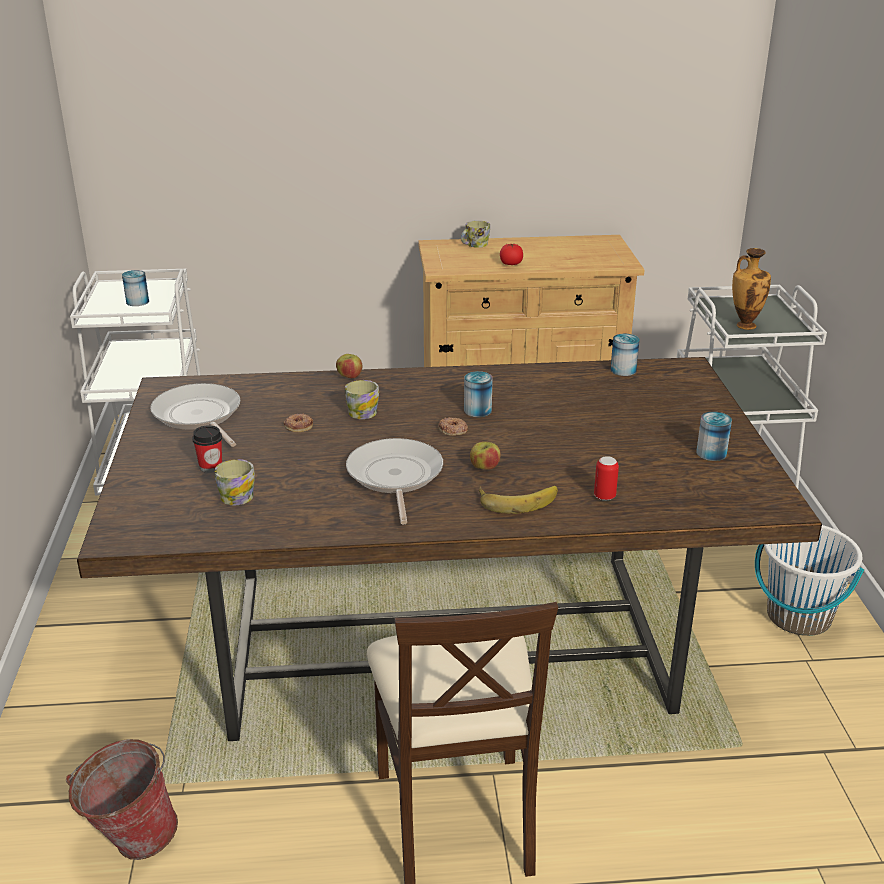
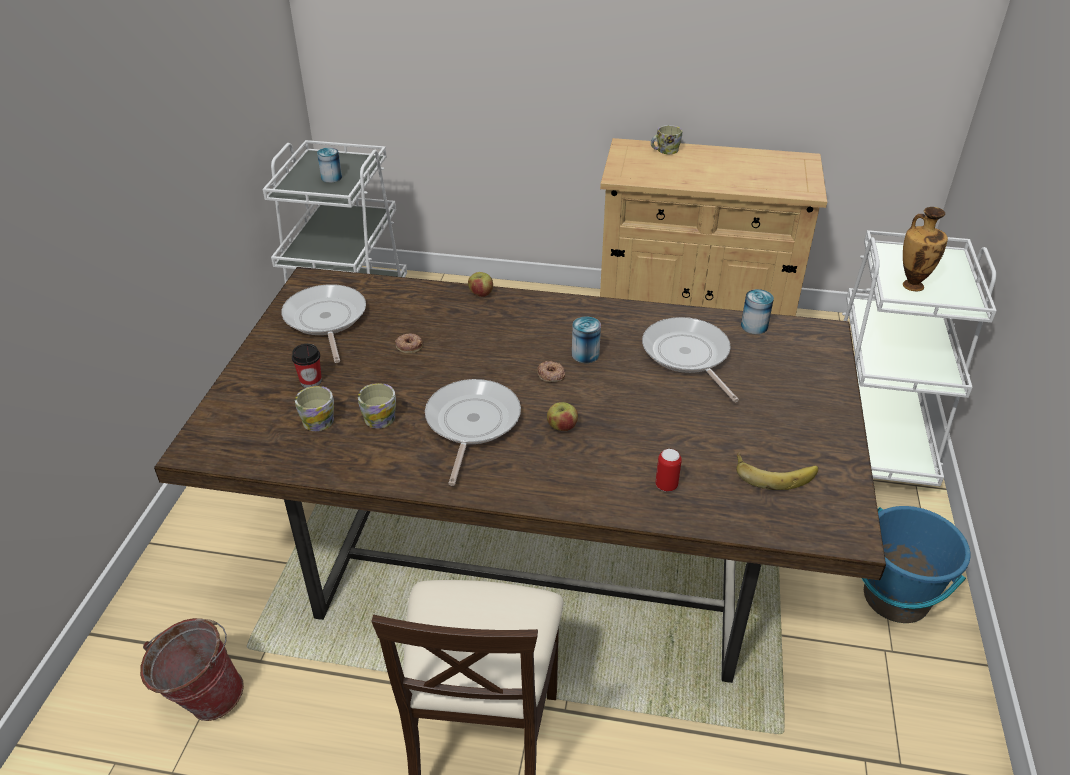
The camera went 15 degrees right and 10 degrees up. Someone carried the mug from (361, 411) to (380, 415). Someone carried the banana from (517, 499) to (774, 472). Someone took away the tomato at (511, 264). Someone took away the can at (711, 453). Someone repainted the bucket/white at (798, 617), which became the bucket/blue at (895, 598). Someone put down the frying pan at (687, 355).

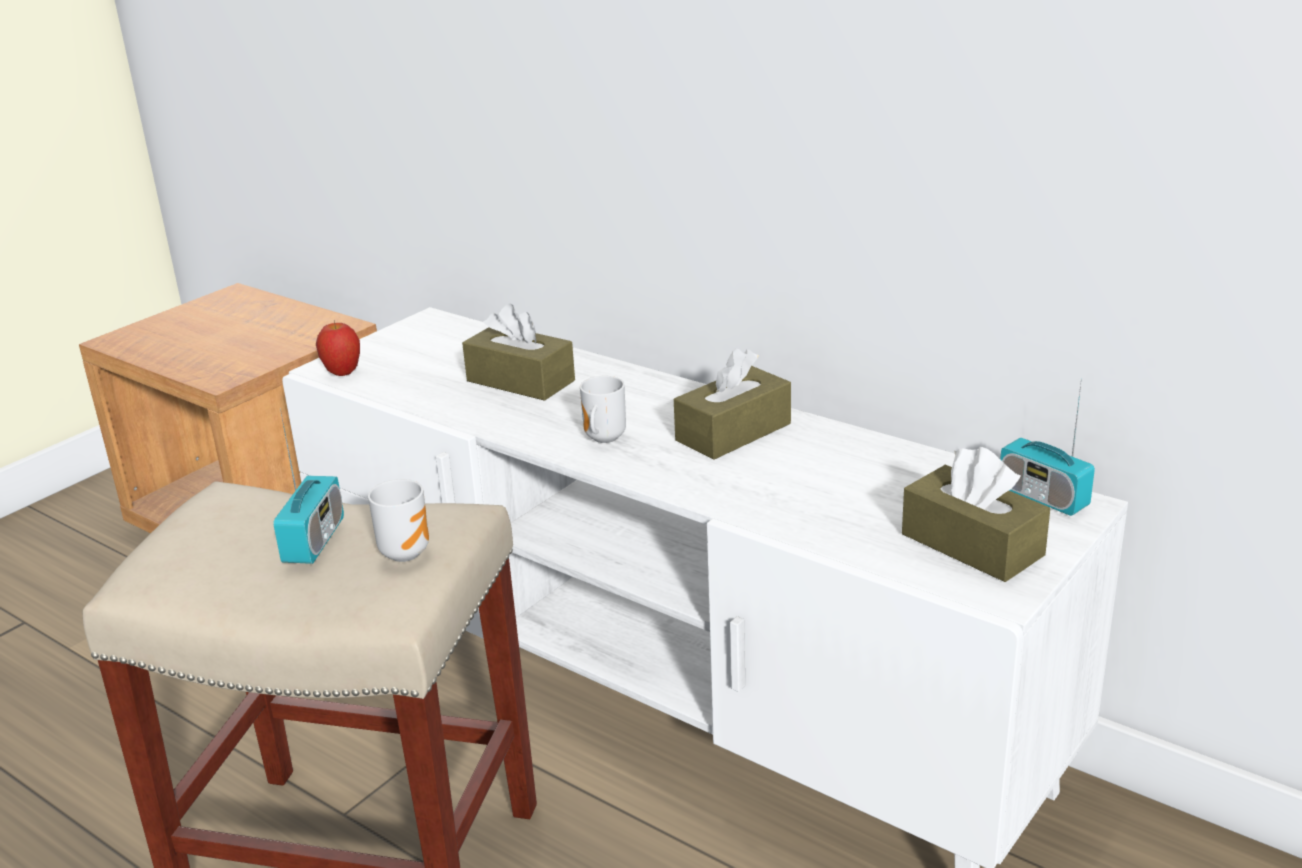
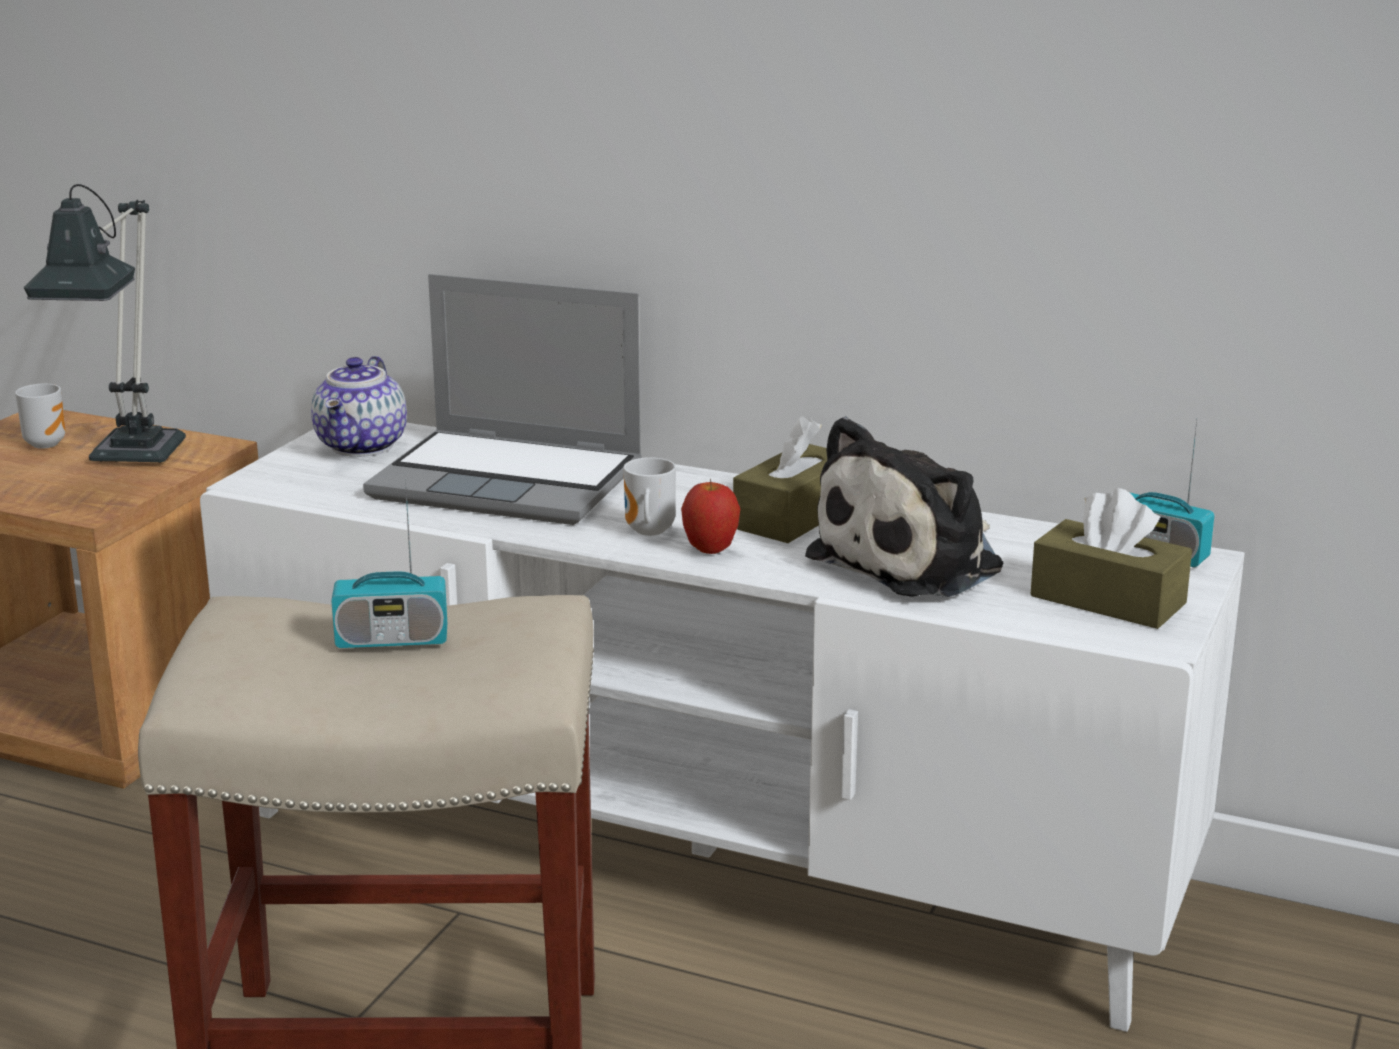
The camera went 15 degrees left and 5 degrees down. Someone rotated the radio at (314, 541) by 90 degrees clockwise. Someone carried the apple from (342, 373) to (710, 551). Someone carried the mug from (405, 551) to (45, 443). Someone swapped the tissue box/brown at (520, 381) for the laptop at (511, 481). Someone put down the table lamp at (130, 461). Someone put down the teapot at (363, 446). Someone put down the plush toy at (915, 561).

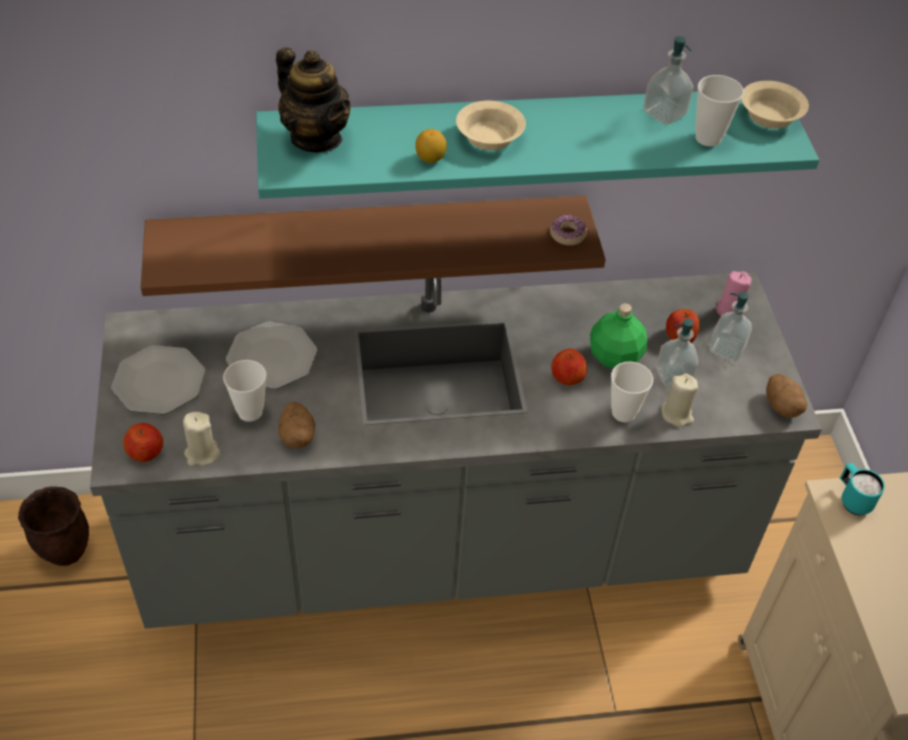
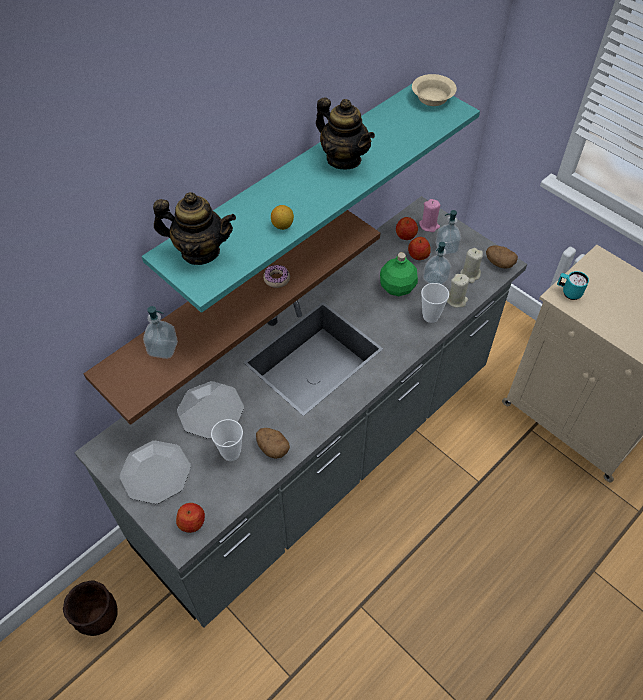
The camera went 35 degrees left and 5 degrees up. Someone carried the candle/beige from (202, 454) to (470, 275). Someone took away the bowl/beige at (488, 138). Someone carried the donut from (567, 234) to (276, 279). Someone carried the apple from (567, 377) to (406, 235). Someone carried the soap dispenser from (664, 113) to (163, 349). Someone took away the cup at (708, 138). Someone put down the teapot at (343, 159).

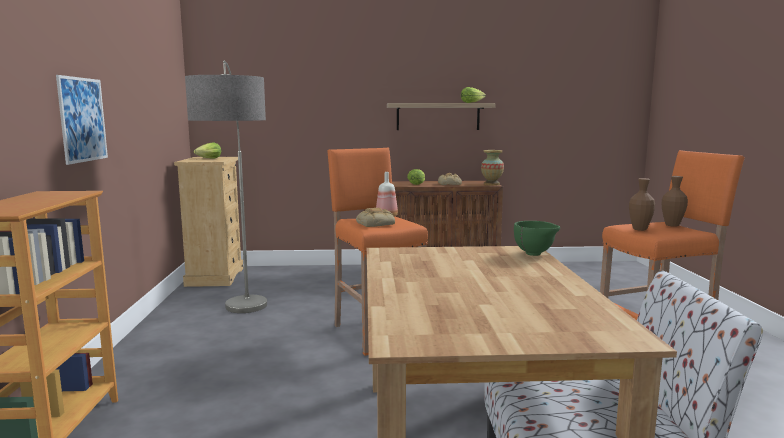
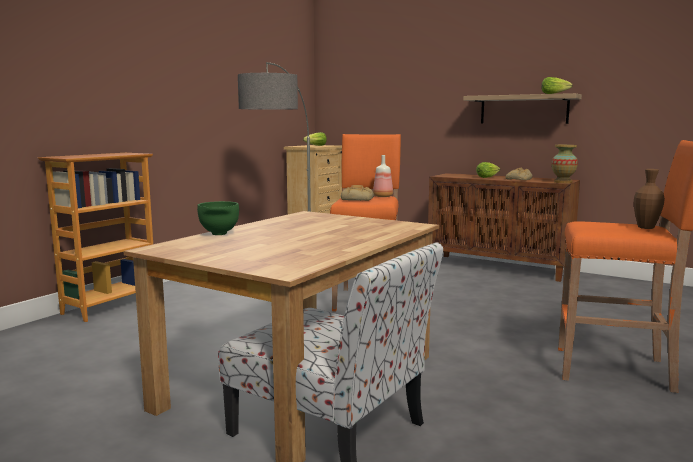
The camera went 35 degrees right and 0 degrees up. Someone took away the picture at (82, 119). Someone carried the bowl/green from (535, 254) to (219, 234). Someone took away the vase/brown at (639, 229).

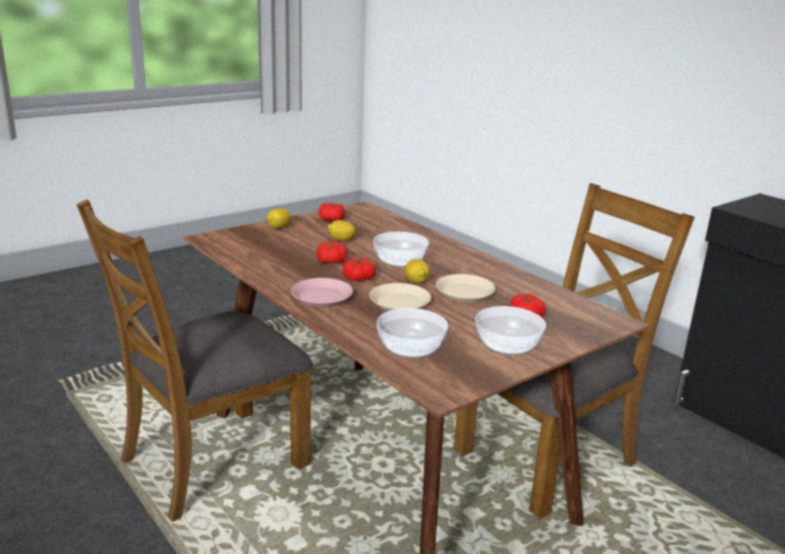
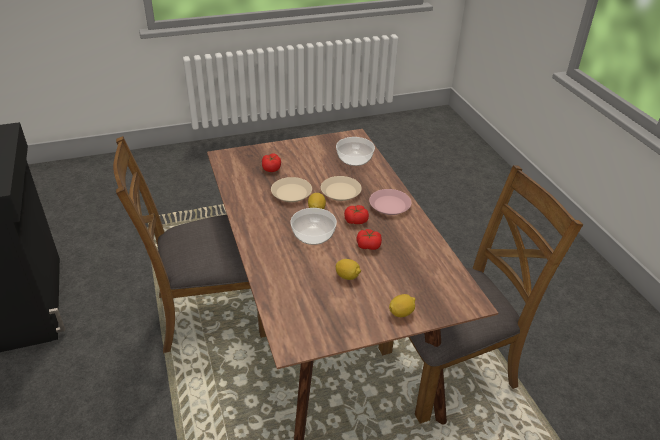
The camera went 160 degrees left and 15 degrees up. Someone took away the tomato at (331, 219). Someone took away the bowl at (507, 346).

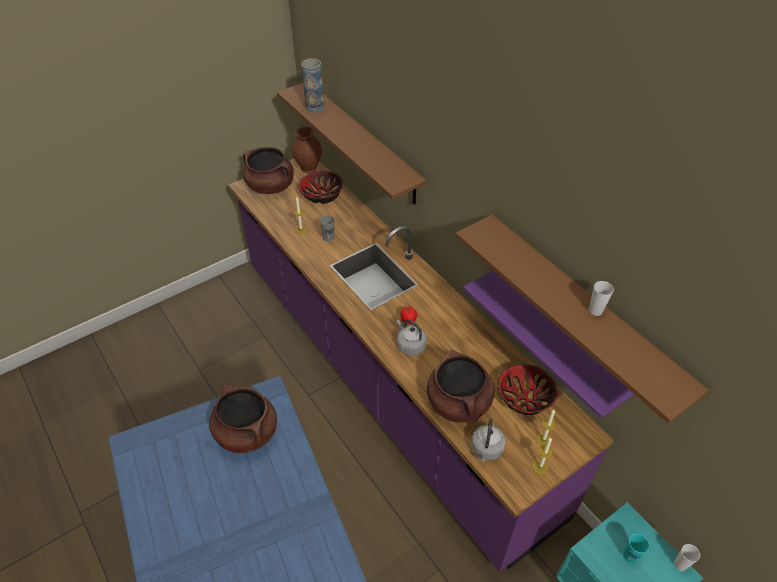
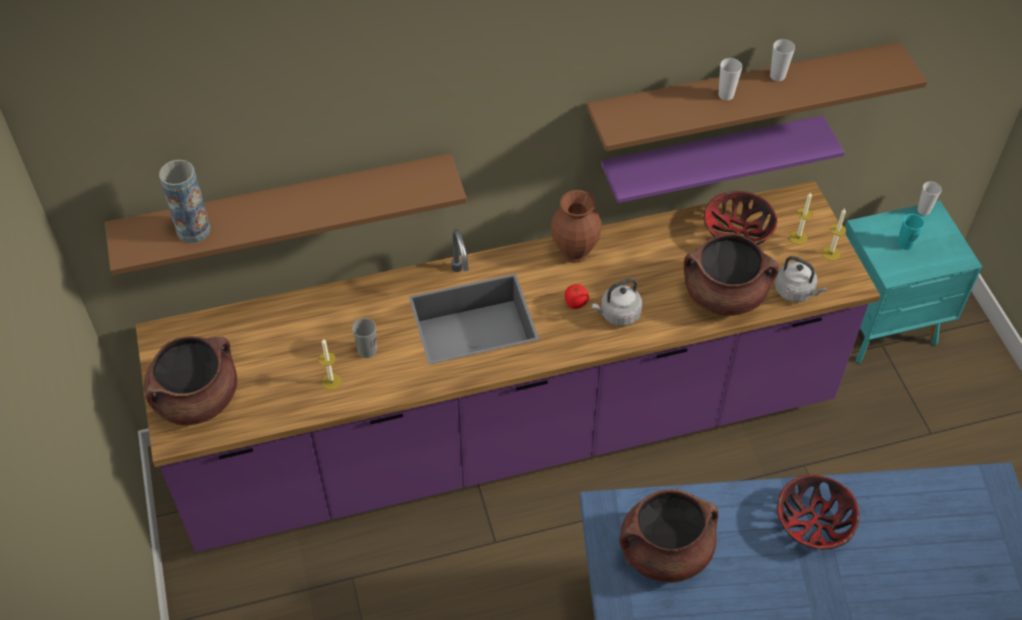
The camera went 70 degrees left and 5 degrees up. Someone carried the vase/brown from (309, 168) to (575, 251). Someone carried the bowl from (321, 195) to (813, 523). Someone put down the cup at (726, 95).

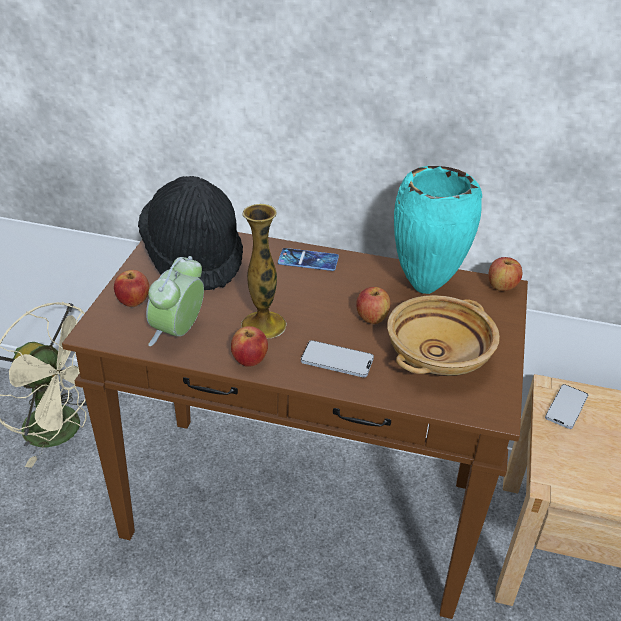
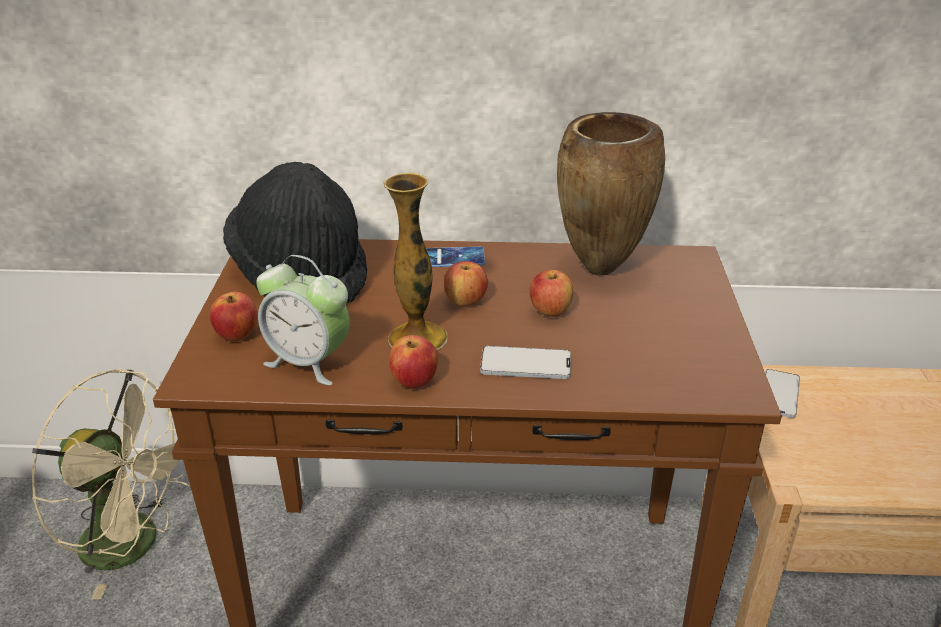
The camera went 10 degrees left and 5 degrees down. Someone rotated the alarm clock at (178, 332) by 75 degrees counterclockwise. Someone took away the bowl/beige at (438, 356). Someone repainted the vase/turquoise at (424, 289), which became the vase/brown at (600, 271). Someone carried the apple from (501, 287) to (465, 301).

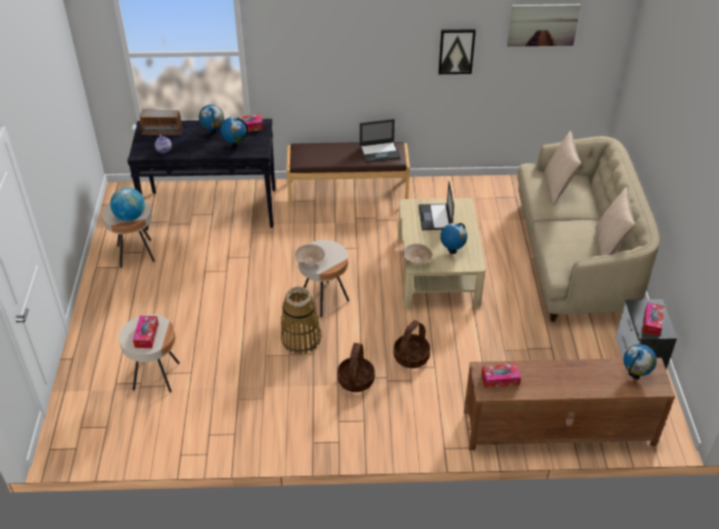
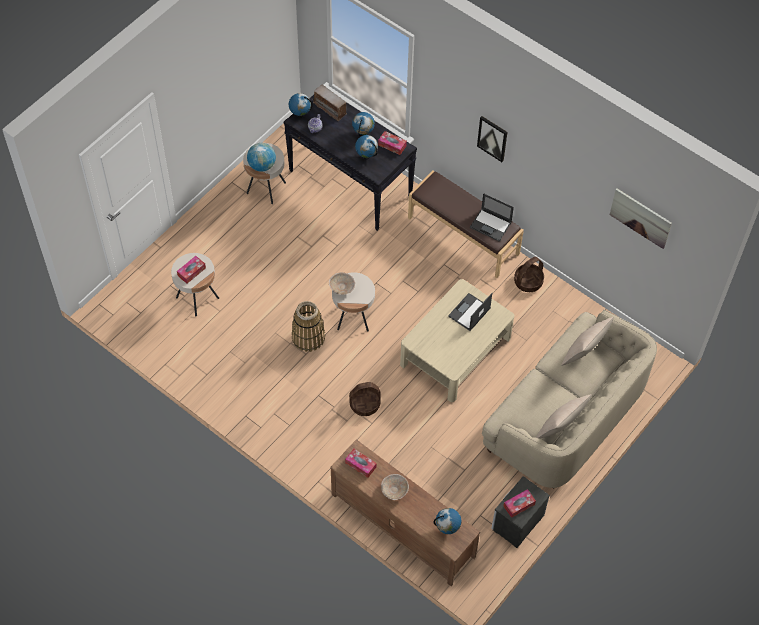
The camera went 40 degrees right and 15 degrees up. Someone carried the basket from (355, 380) to (528, 281). Someone carried the bowl/beige from (417, 259) to (394, 489). Someone carried the picture from (456, 51) to (492, 138). Someone carried the globe from (452, 251) to (300, 114).

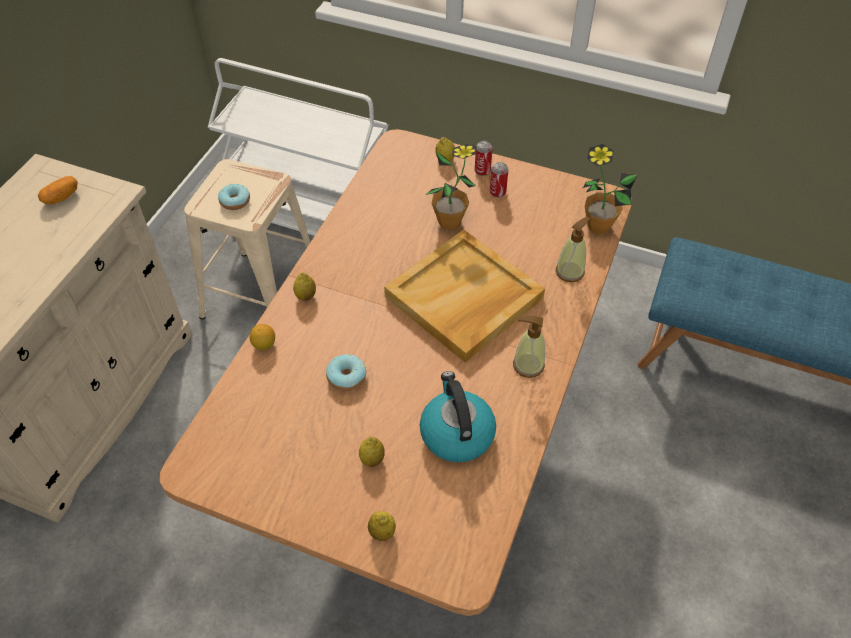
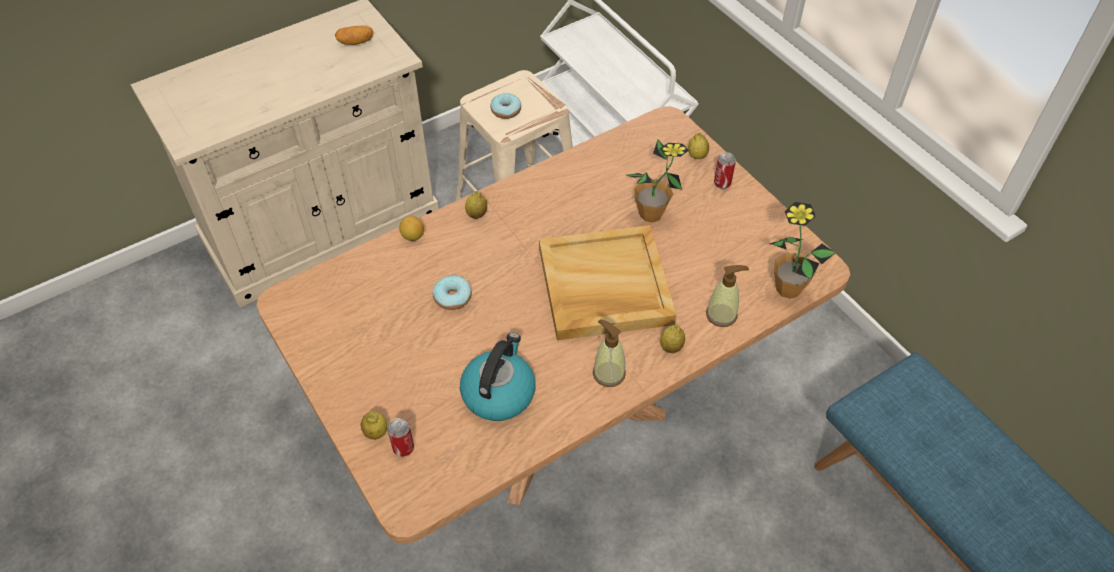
The camera went 35 degrees right and 0 degrees up. Someone carried the lemon from (372, 459) to (671, 347). Someone carried the can from (497, 192) to (403, 448).

